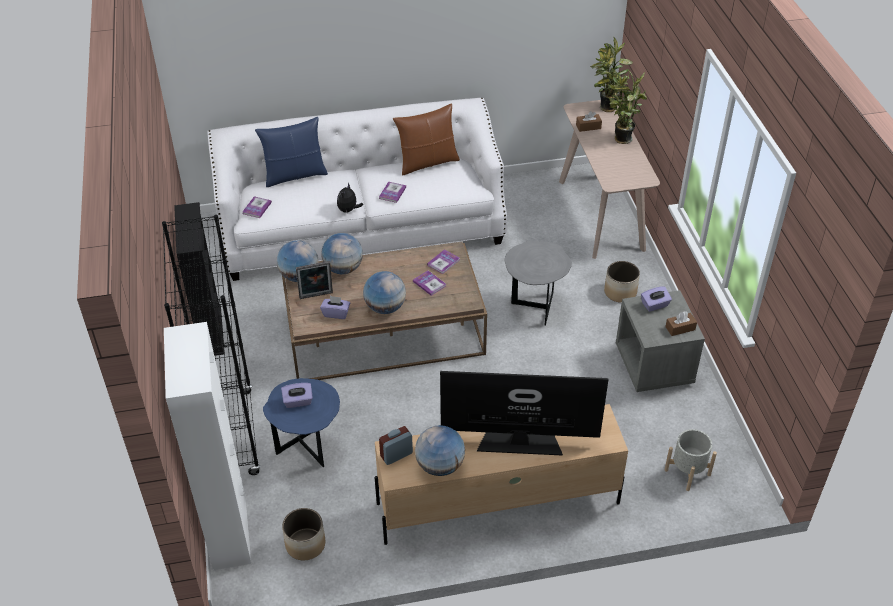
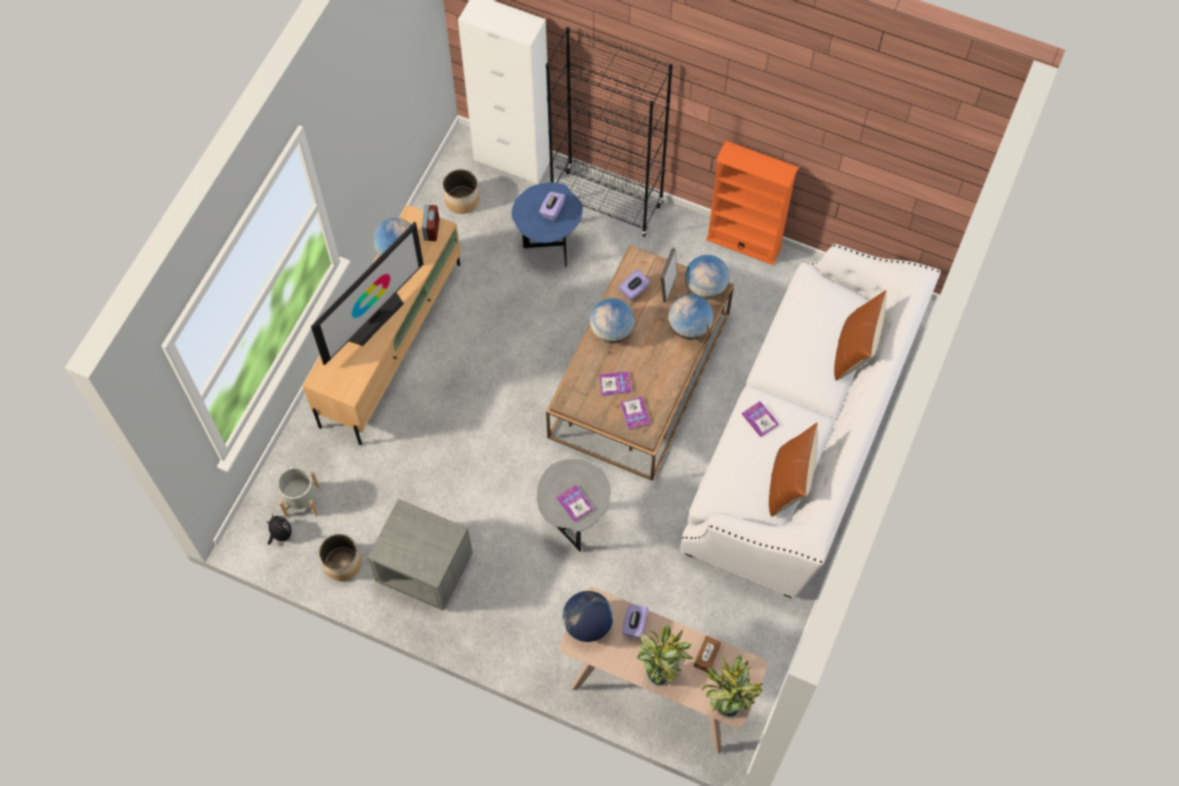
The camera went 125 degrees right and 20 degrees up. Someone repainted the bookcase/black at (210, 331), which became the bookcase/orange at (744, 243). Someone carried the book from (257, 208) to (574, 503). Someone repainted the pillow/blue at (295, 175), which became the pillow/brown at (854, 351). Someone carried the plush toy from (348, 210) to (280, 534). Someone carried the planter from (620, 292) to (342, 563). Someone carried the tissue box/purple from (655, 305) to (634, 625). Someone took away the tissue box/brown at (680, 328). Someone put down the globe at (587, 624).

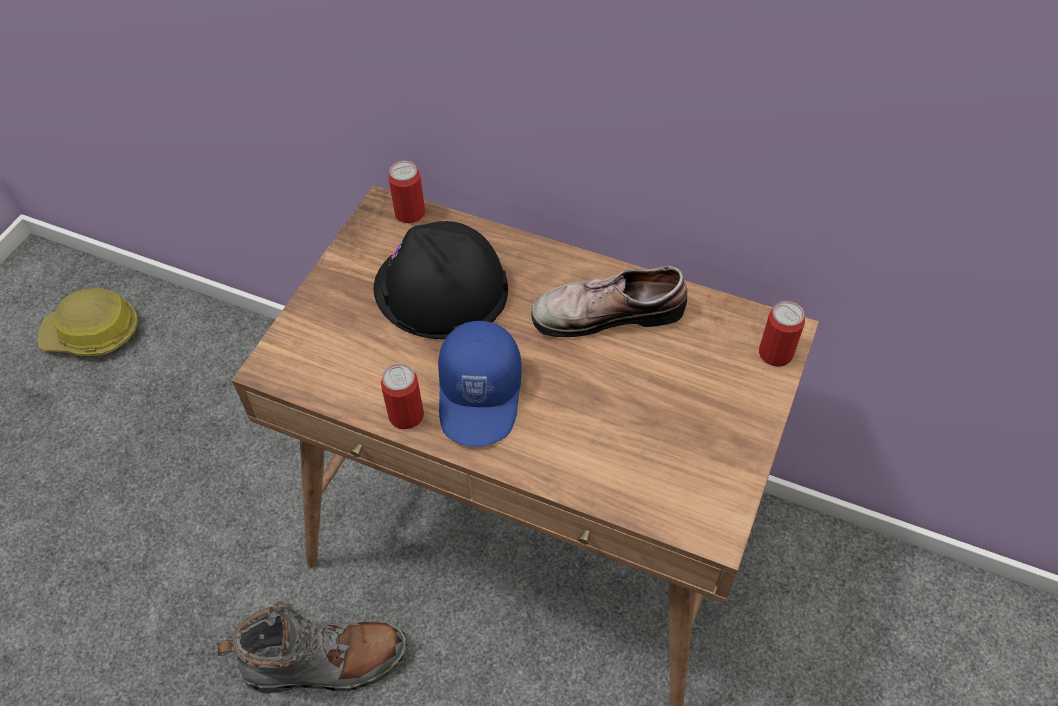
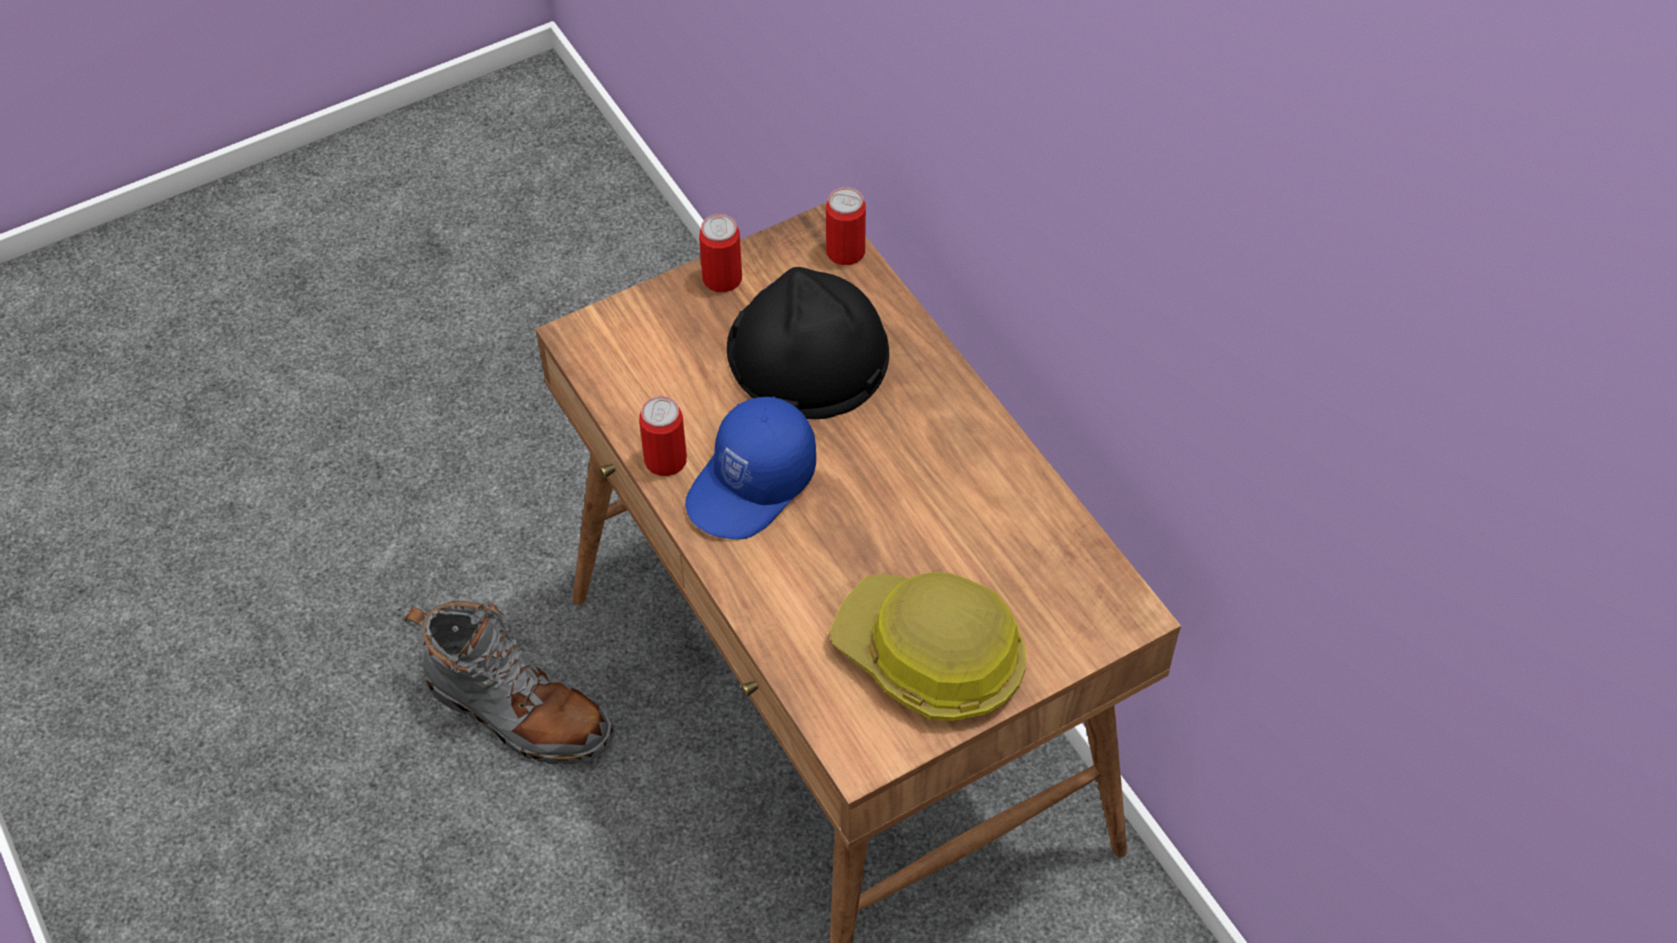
The camera went 35 degrees right and 0 degrees up. Someone carried the hard hat from (93, 334) to (930, 657). Someone took away the shoe at (606, 310). Someone carried the can from (775, 353) to (722, 278).

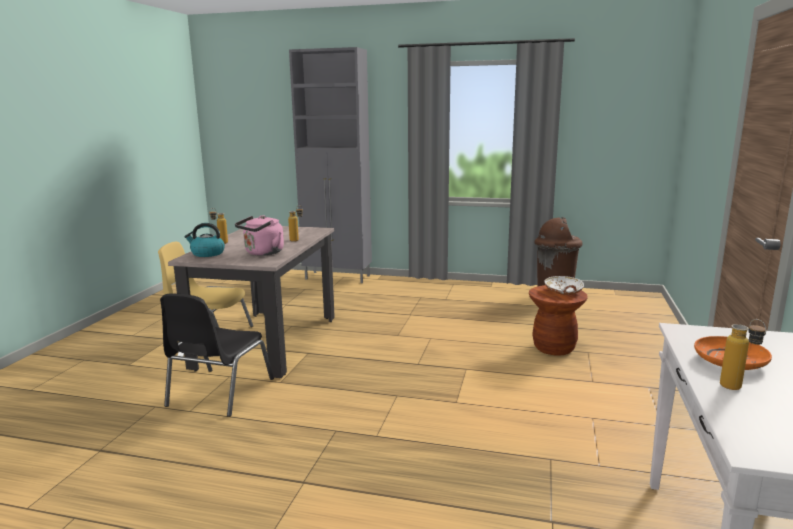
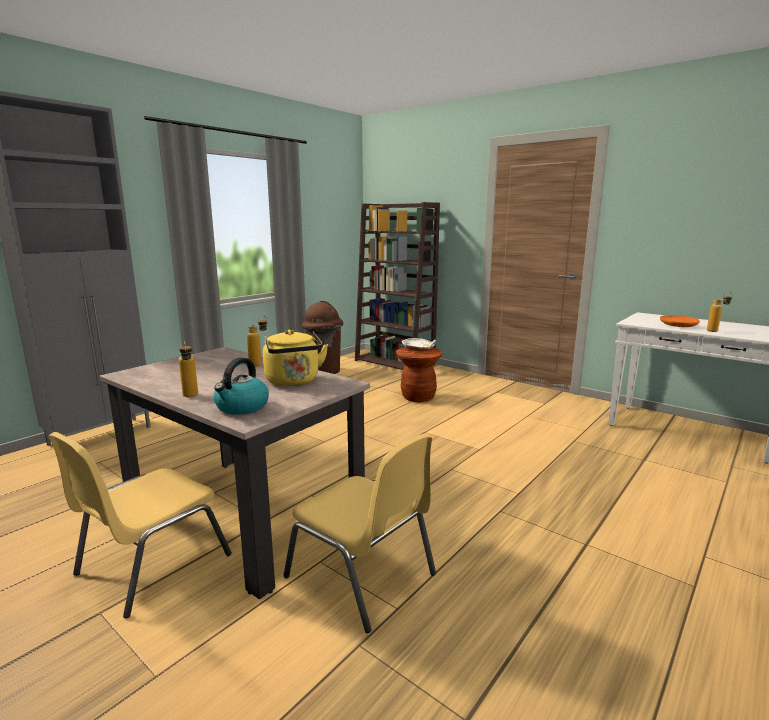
The camera went 65 degrees left and 0 degrees up. Someone repainted the chair/black at (219, 393), which became the chair/yellow at (363, 576). Someone repainted the kettle/pink at (262, 253), which became the kettle/yellow at (293, 382). Someone put down the bookcase/brown at (395, 362).

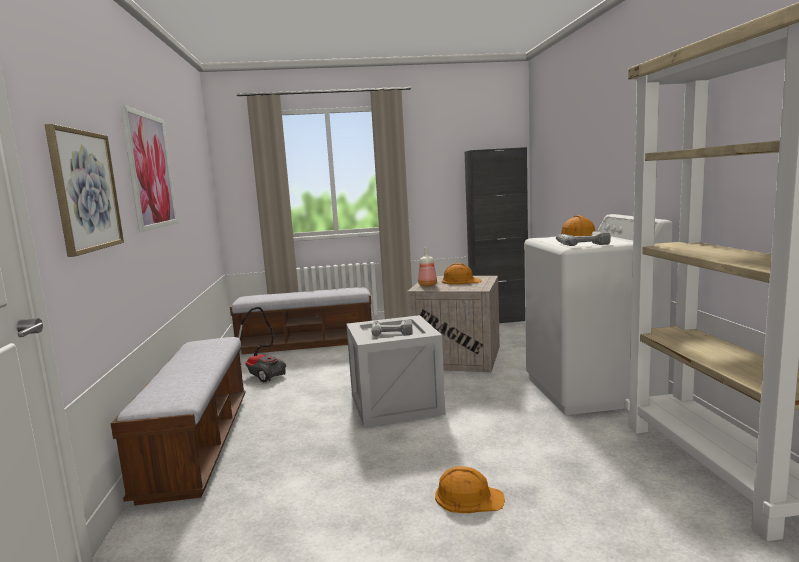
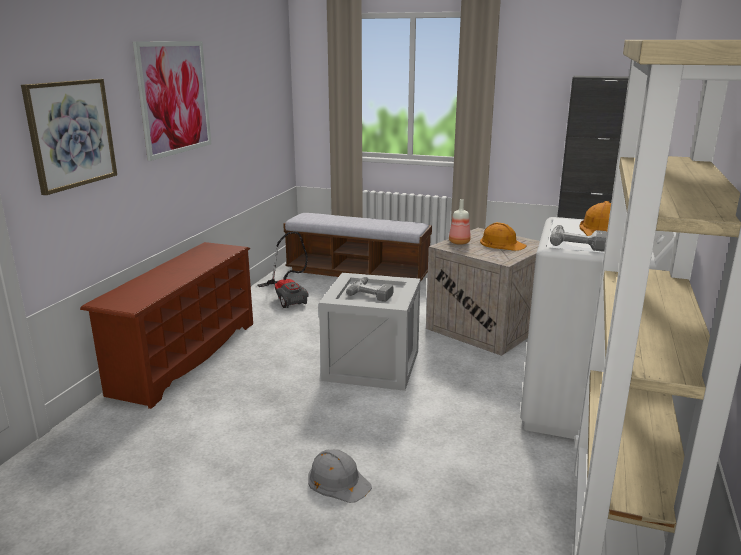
The camera went 25 degrees right and 10 degrees up. Someone swapped the bench at (198, 444) for the shoe rack/brown at (185, 356). Someone repainted the hard hat/orange at (468, 497), which became the hard hat/grey at (338, 481).

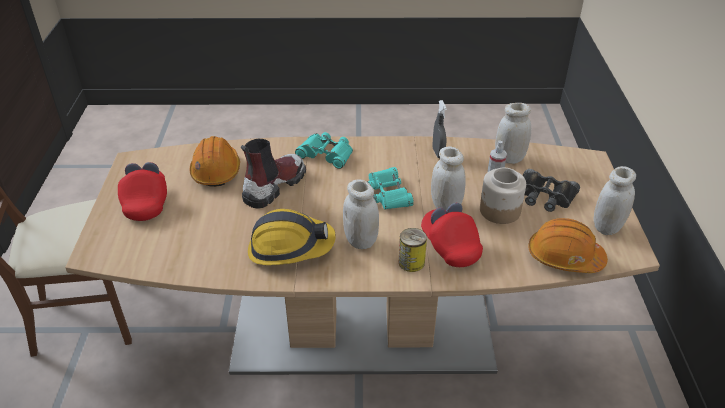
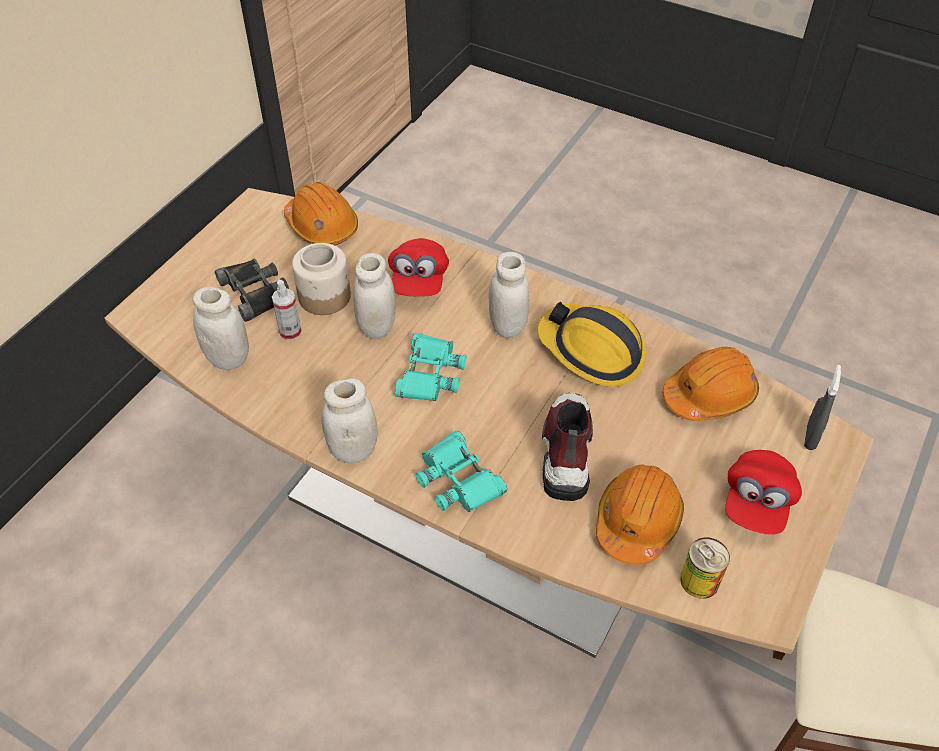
The camera went 150 degrees left and 10 degrees up. Someone rotated the boot at (274, 186) by 120 degrees clockwise. Someone carried the can from (411, 262) to (699, 581). Someone carried the spray bottle/grey from (438, 153) to (810, 437). Someone carried the jar/white from (607, 227) to (353, 450). Someone put down the hard hat/orange at (709, 395).

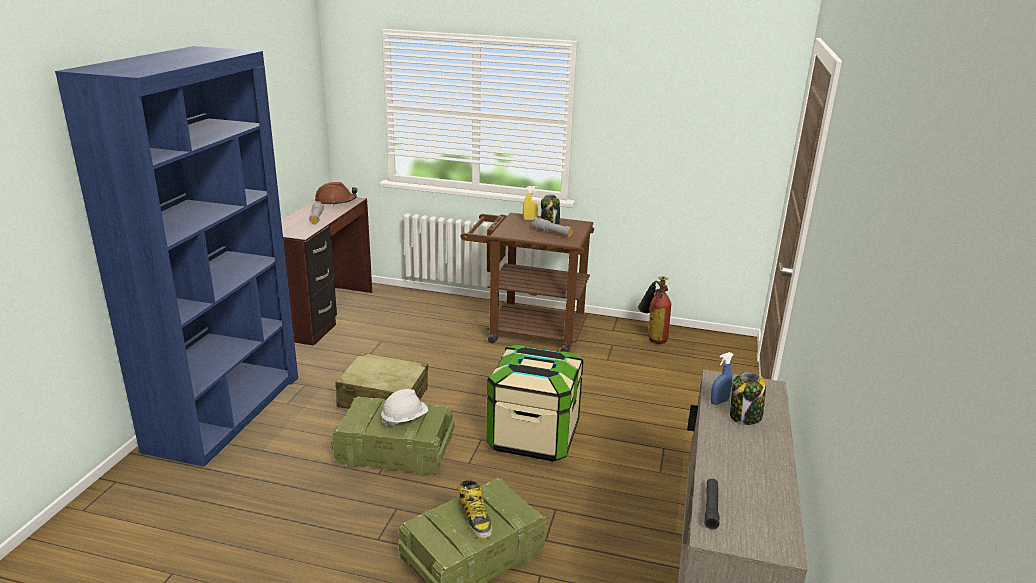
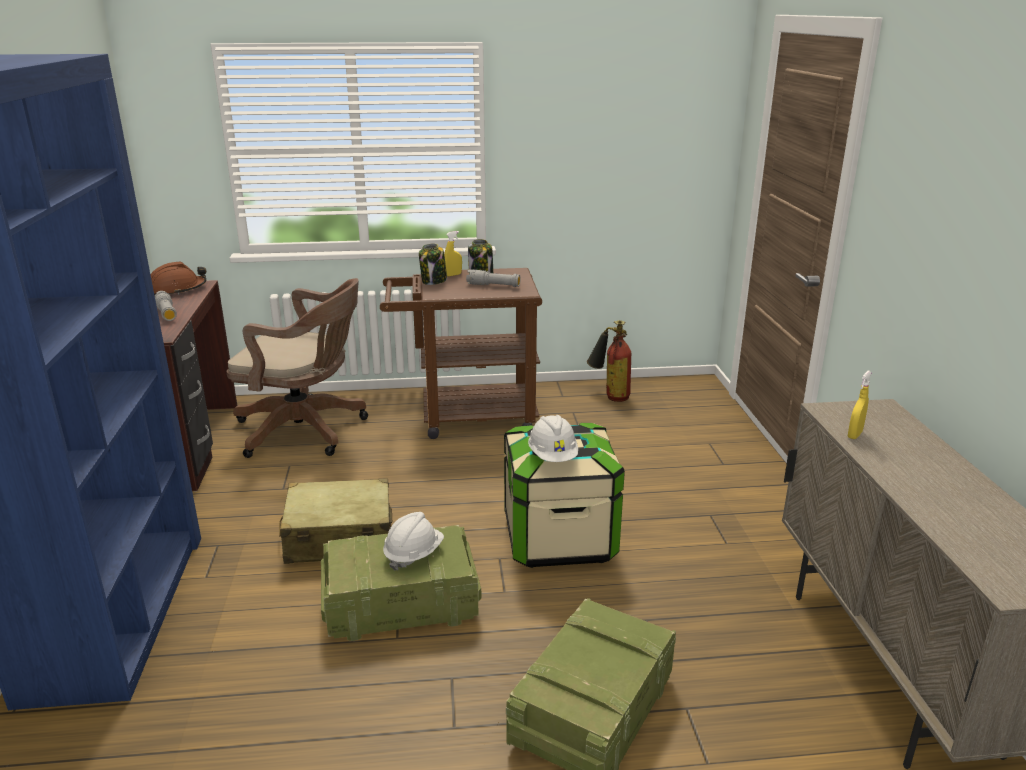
The camera went 20 degrees left and 0 degrees up. Someone took away the boot at (475, 519). Someone took away the flashlight/black at (711, 508). Someone repainted the spray bottle/blue at (719, 402), which became the spray bottle/yellow at (854, 435). Someone carried the jar from (745, 416) to (434, 281). Someone put down the office chair/brown at (307, 430). Someone put down the hard hat/white at (553, 456).

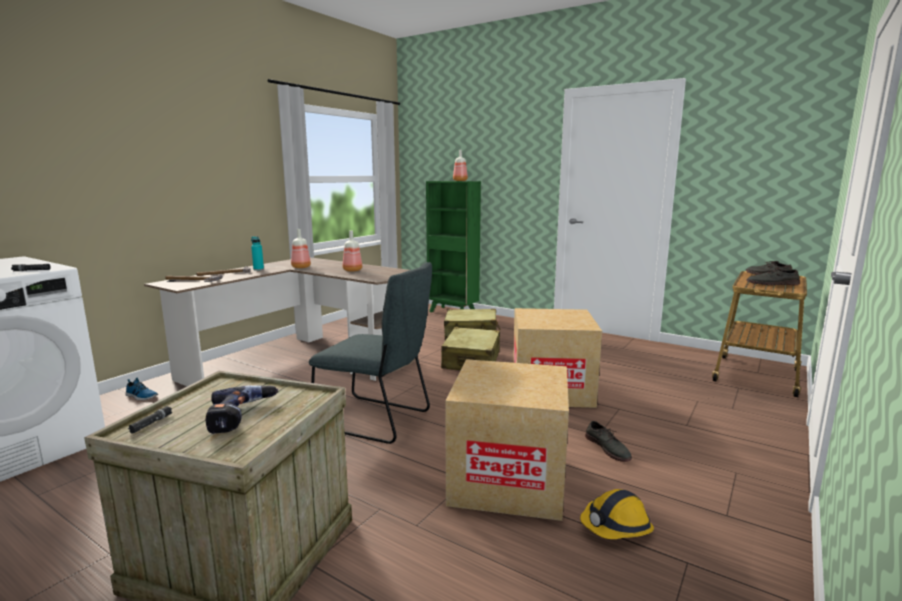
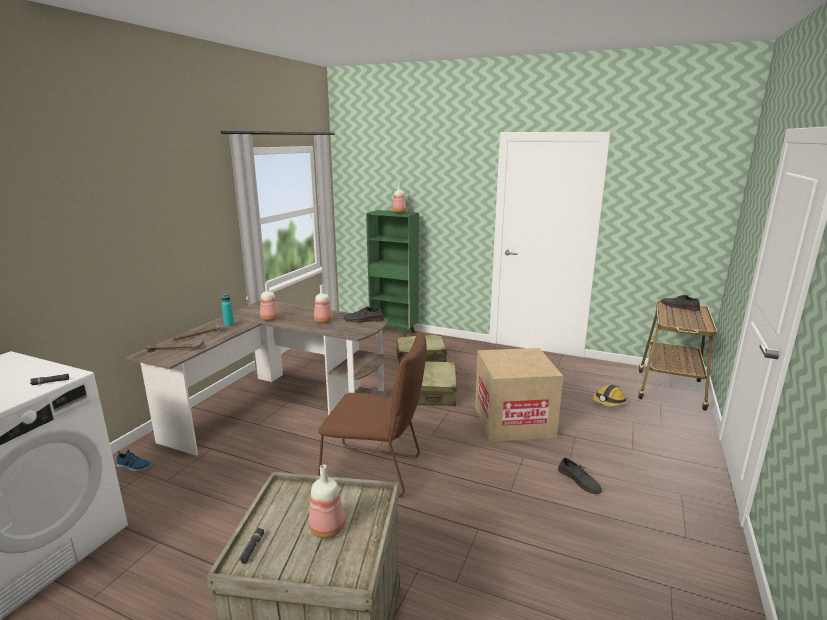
The camera went 10 degrees left and 5 degrees up. Someone swapped the power drill at (242, 416) for the bottle at (328, 529). Someone repainted the chair/grey at (377, 420), which became the chair/brown at (376, 471). Someone took away the cardboard box at (508, 480). Someone carried the hard hat from (616, 527) to (609, 402). Someone carried the shoe/grey from (772, 283) to (363, 320).

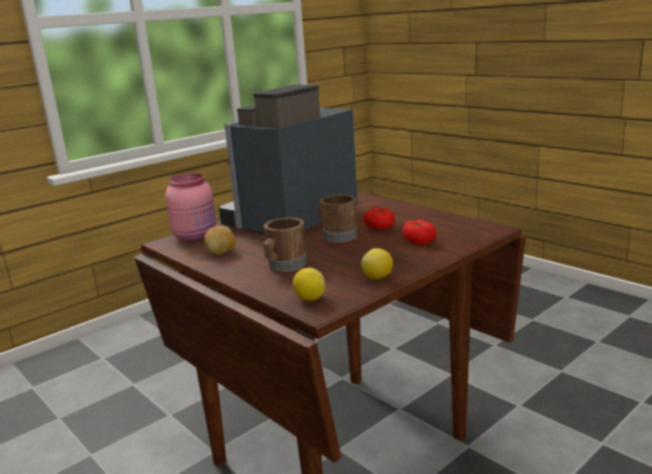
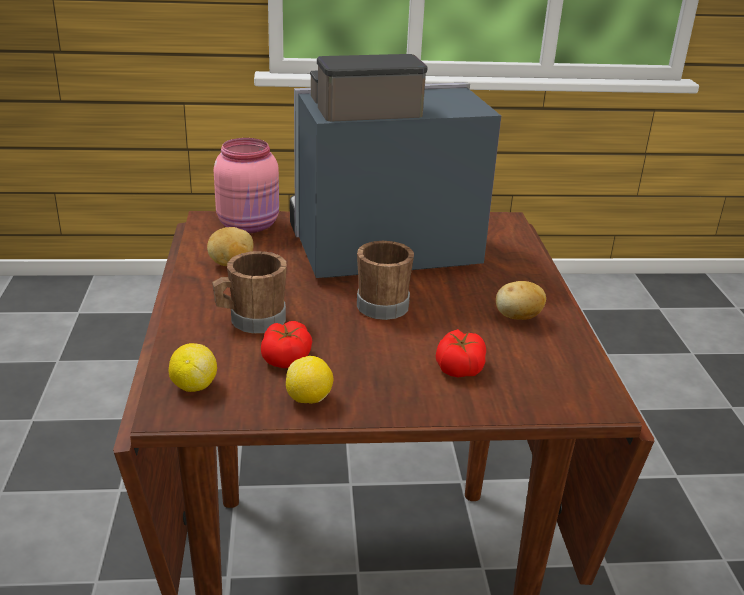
The camera went 35 degrees right and 10 degrees up. Someone carried the tomato from (379, 227) to (286, 357). Someone put down the potato at (517, 317).

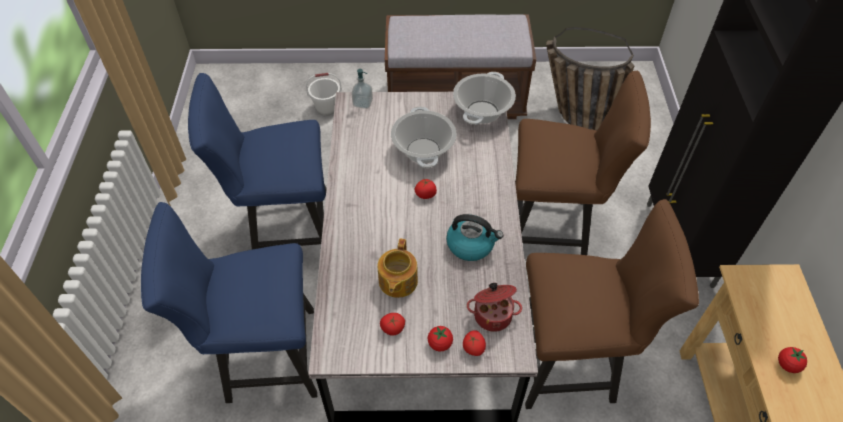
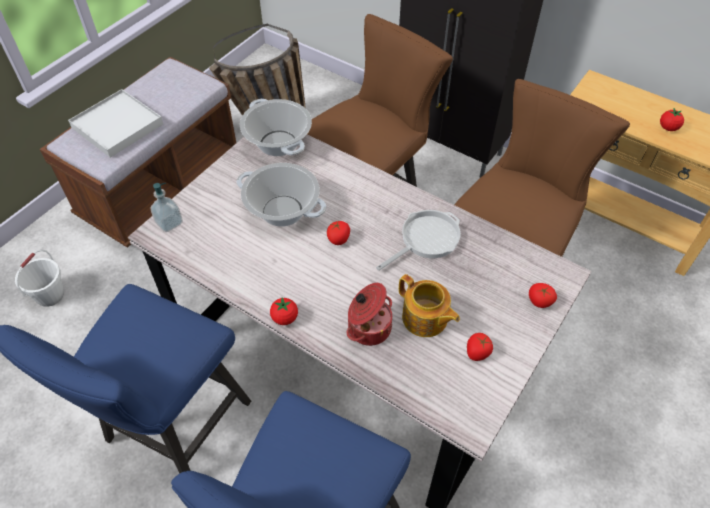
The camera went 55 degrees left and 0 degrees up. Someone carried the tomato from (440, 344) to (285, 318). Someone swapped the kettle at (471, 245) for the frying pan at (426, 239). Someone carried the cooking pot from (492, 314) to (368, 327). Someone put down the tray/white at (117, 126).

